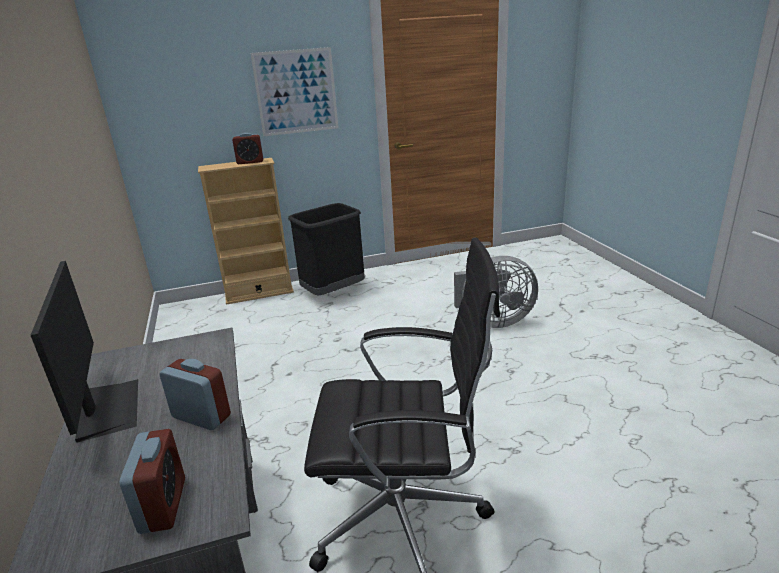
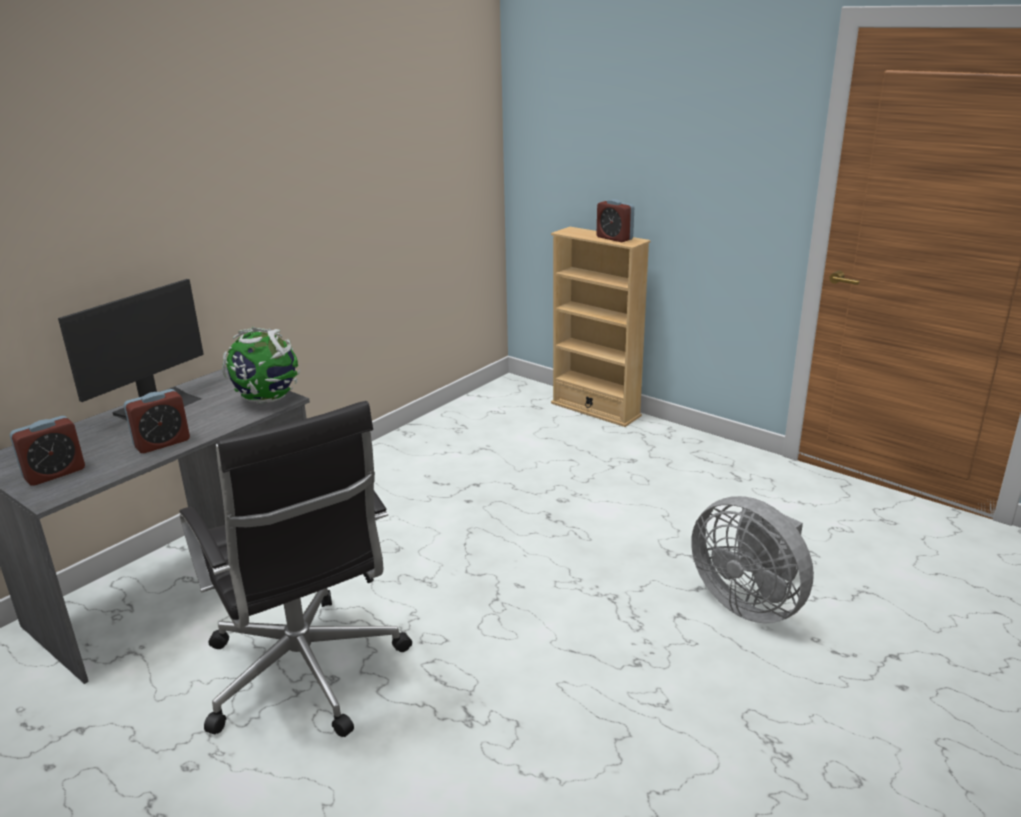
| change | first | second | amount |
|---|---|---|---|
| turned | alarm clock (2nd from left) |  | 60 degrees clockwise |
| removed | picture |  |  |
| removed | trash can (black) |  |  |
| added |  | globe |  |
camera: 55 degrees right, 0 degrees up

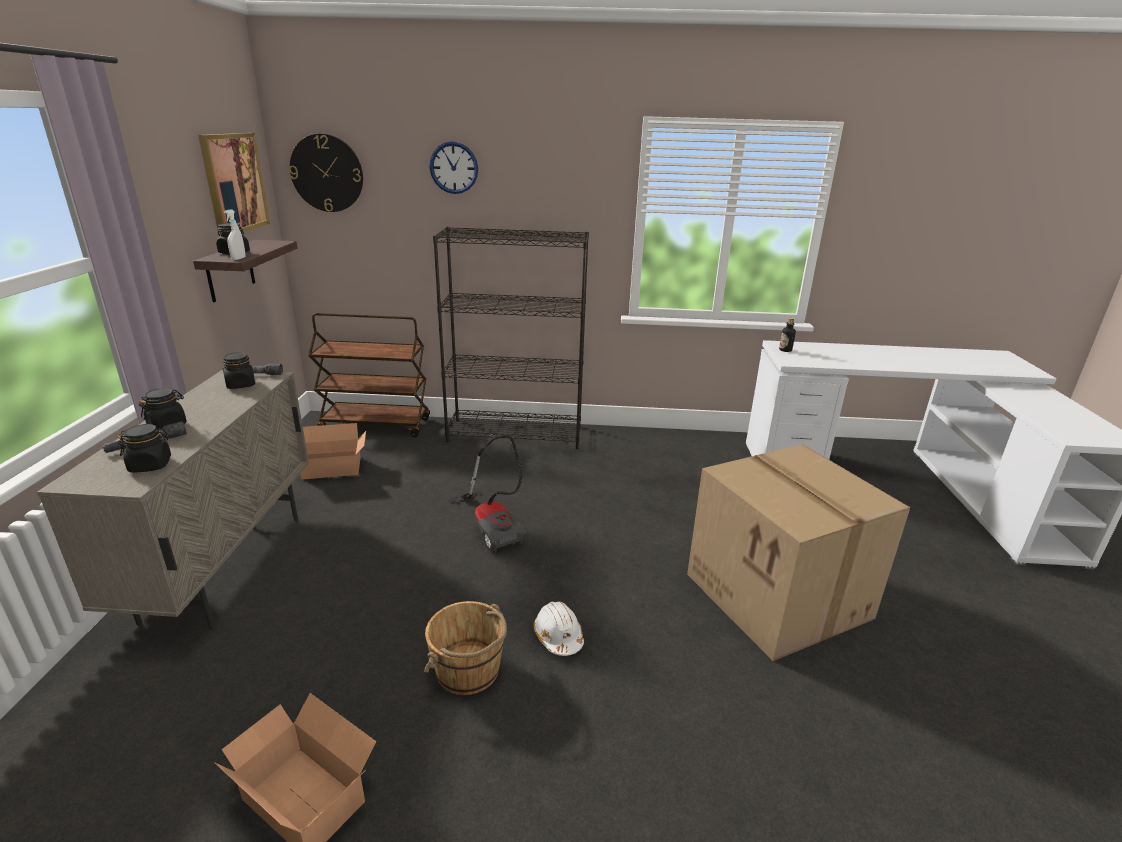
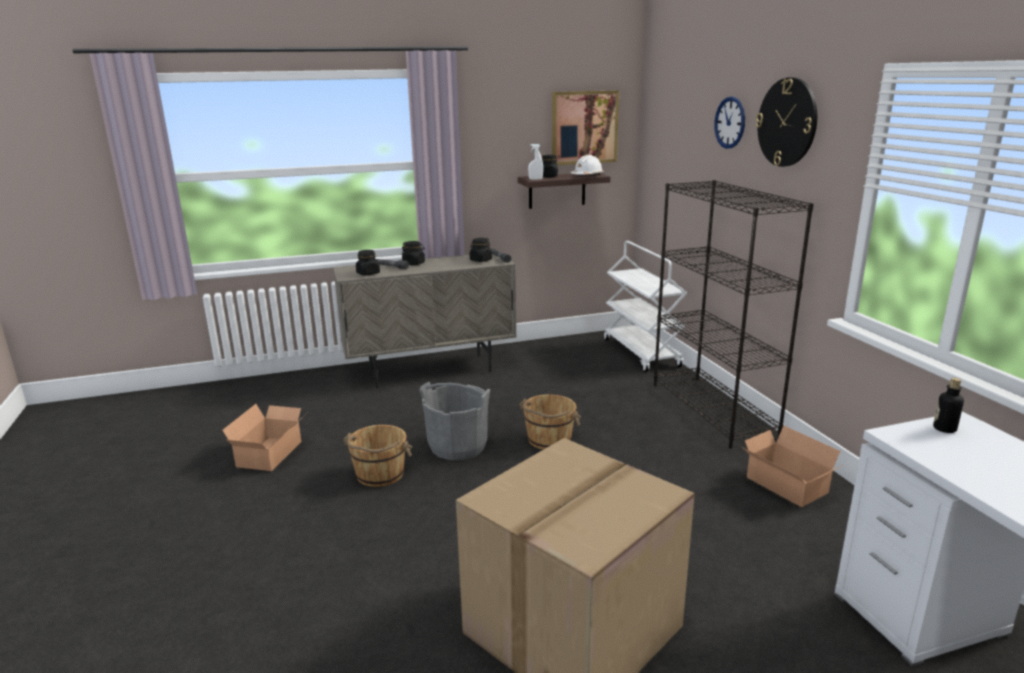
| change | first | second | amount |
|---|---|---|---|
| moved | wall clock (1st from left in the first image) | wall clock (2nd from left) |  |
| moved | cardboard box (2nd from left in the first image) | cardboard box (3rd from left) |  |
| recoloured | cart (brown) | cart (white) |  |
| replaced | vacuum cleaner | bucket (brown) (2nd from left) |  |
| moved | hard hat (white) |  |  |
| added |  | bucket (grey) |  |
camera: 70 degrees right, 5 degrees down

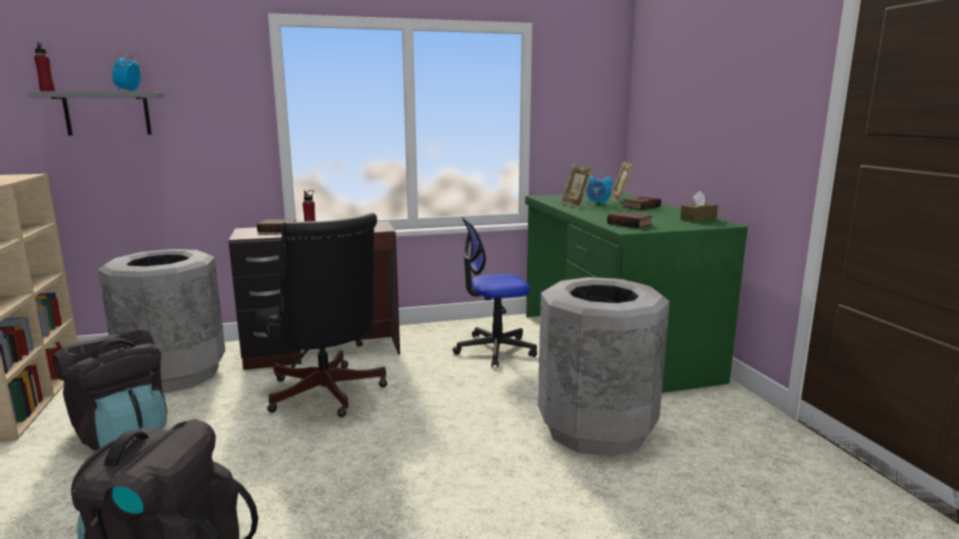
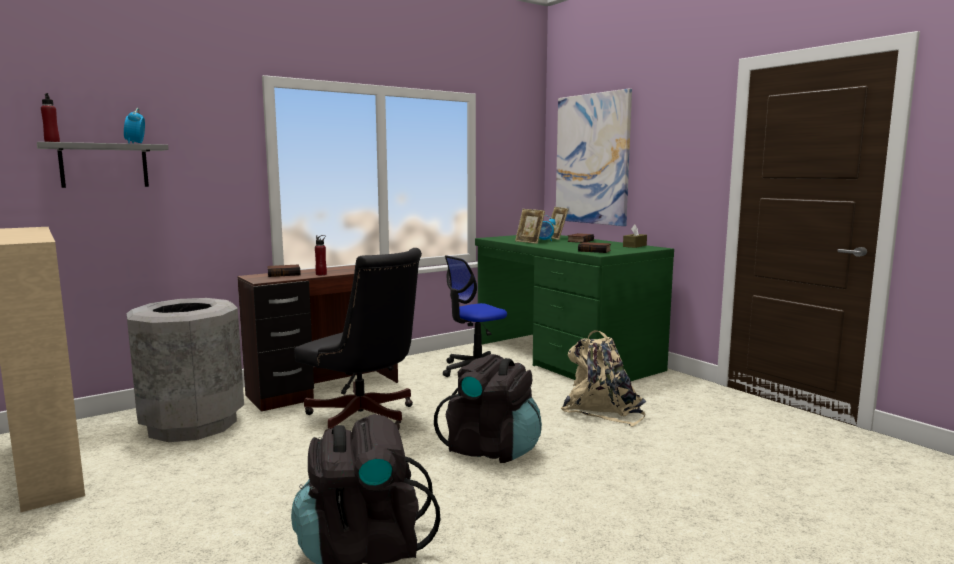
| change | first | second | amount |
|---|---|---|---|
| moved | backpack (black) (1st from left in the first image) | backpack (black) (2nd from left) |  |
| replaced | trash can (grey) (2nd from left) | backpack (beige) |  |
| added |  | picture |  |
camera: 20 degrees left, 5 degrees down

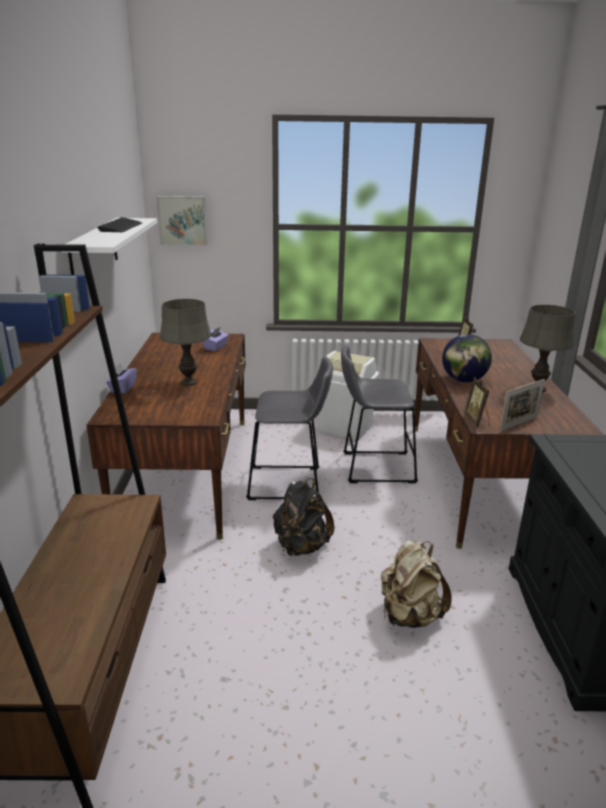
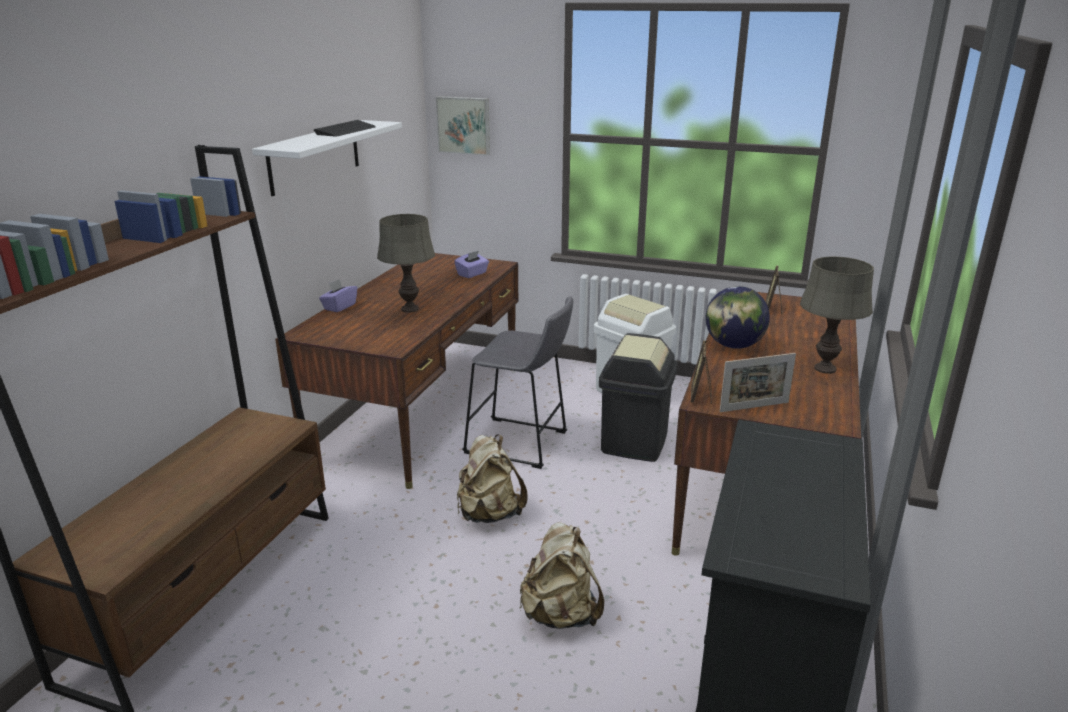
| change | first | second | amount |
|---|---|---|---|
| recoloured | backpack (black) | backpack (beige) (1st from left) |  |
| replaced | stool (grey) (2nd from left) | trash can (black) |  |
camera: 20 degrees right, 0 degrees up

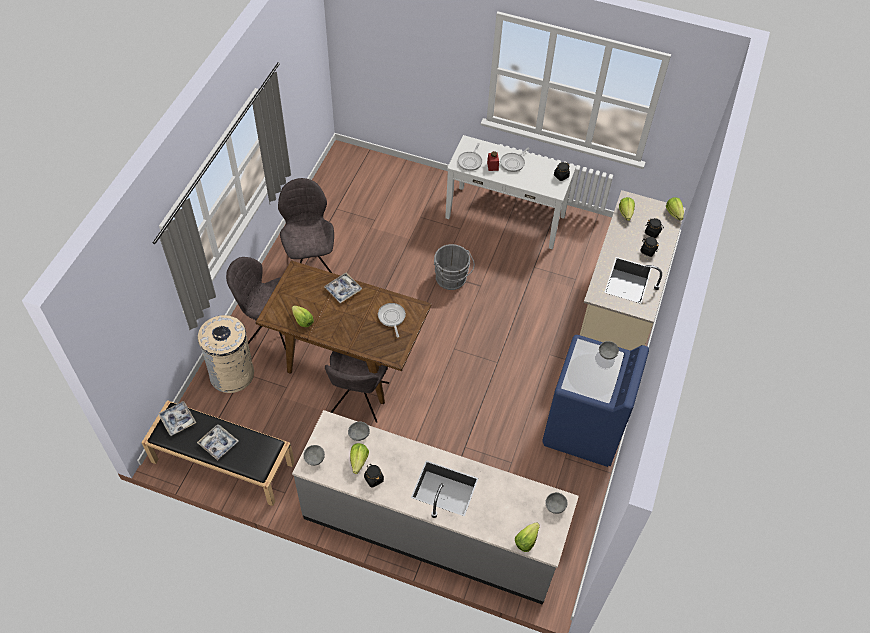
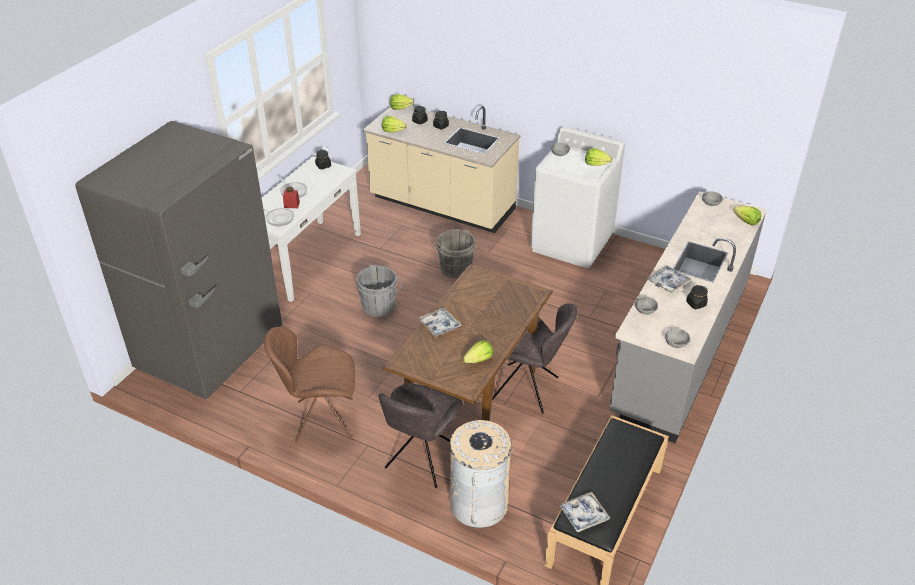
| change | first | second | amount |
|---|---|---|---|
| moved | tray (2nd from left in the first image) | tray (3rd from left) |  |
| recoloured | chair (grey) (2nd from left) | chair (brown) |  |
| moved | lettuce (2nd from left in the first image) | lettuce (4th from left) |  |
| removed | frying pan (1st from left) |  |  |
| recoloured | washing machine (blue) | washing machine (white) |  |
| added |  | fridge (grey) |  |
| added |  | bucket (grey) (2nd from left) |  |
camera: 80 degrees left, 15 degrees down

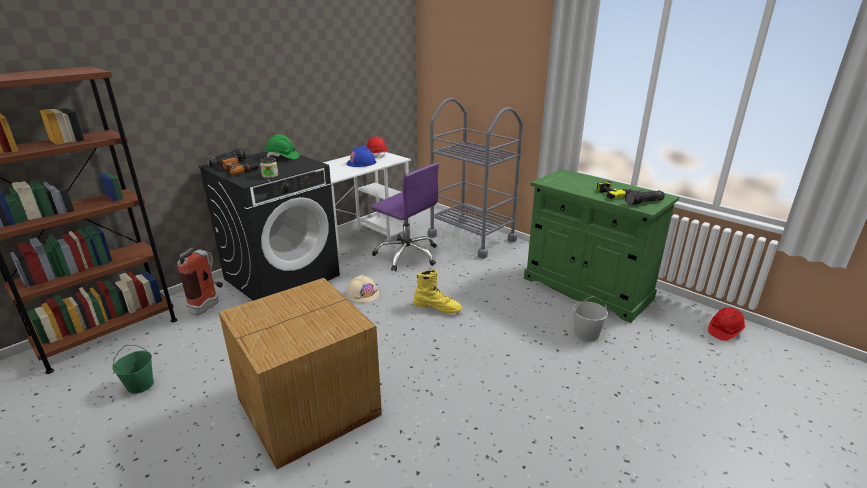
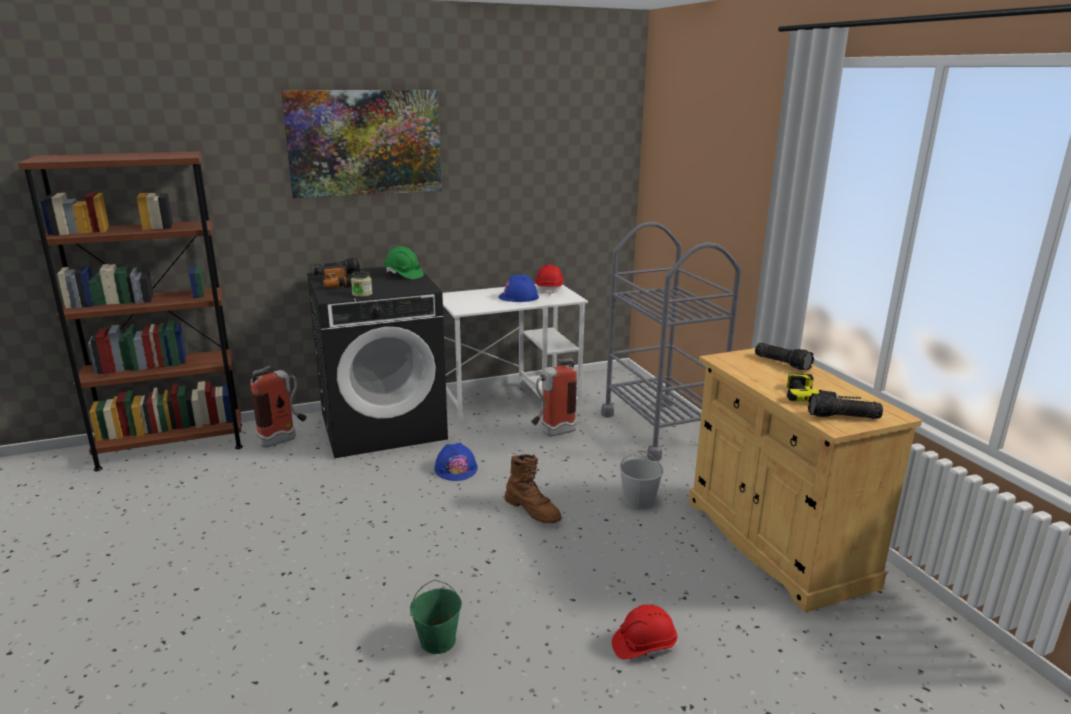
| change | first | second | amount |
|---|---|---|---|
| moved | bucket (green) |  |  |
| removed | cardboard box |  |  |
| recoloured | hard hat (beige) | hard hat (blue) (1st from left) |  |
| replaced | office chair (purple) | fire extinguisher (2nd from left) |  |
| recoloured | boot (yellow) | boot (brown) |  |
| recoloured | cabinet (green) | cabinet (beige) |  |
| moved | bucket (white) |  |  |
| moved | hard hat (red) (2nd from left) |  |  |
| added |  | picture |  |
| added |  | flashlight (2nd from left) |  |
camera: 25 degrees right, 5 degrees down

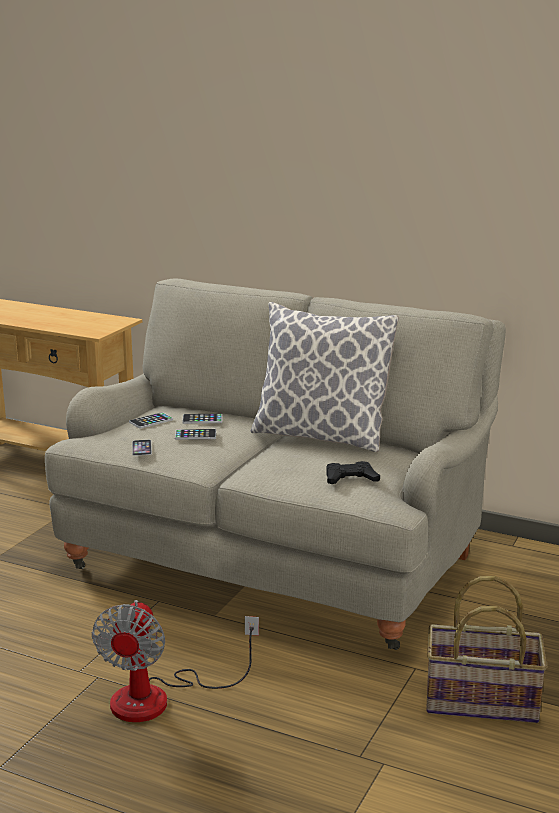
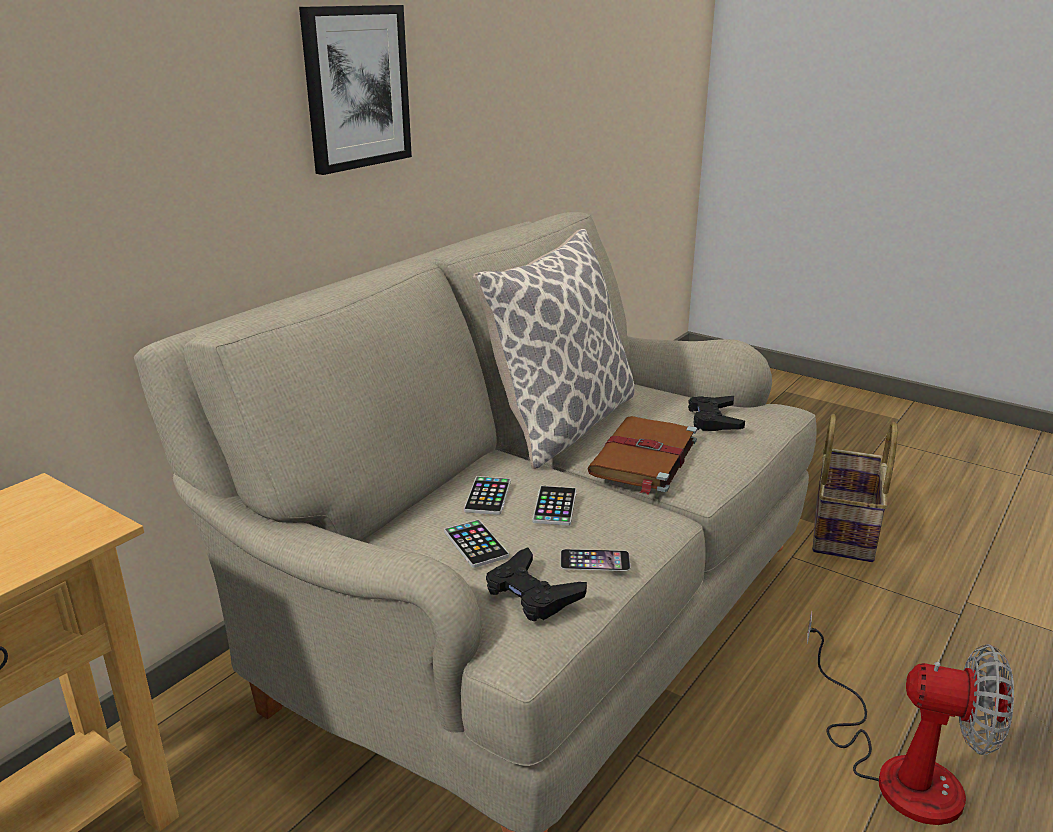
| change | first | second | amount |
|---|---|---|---|
| added |  | picture |  |
| added |  | game controller (black) (1st from left) |  |
| added |  | book (brown) |  |
camera: 80 degrees left, 5 degrees up

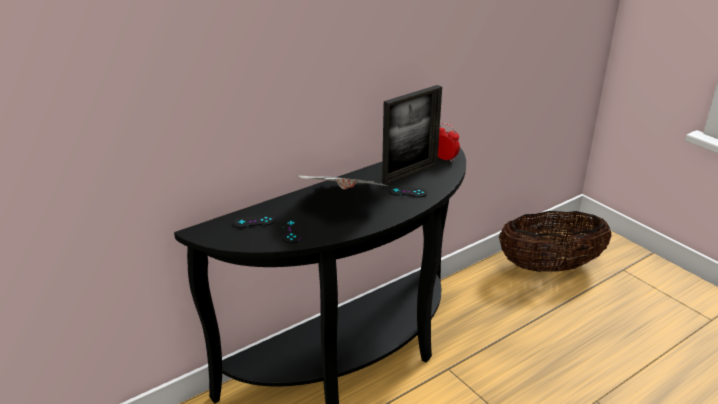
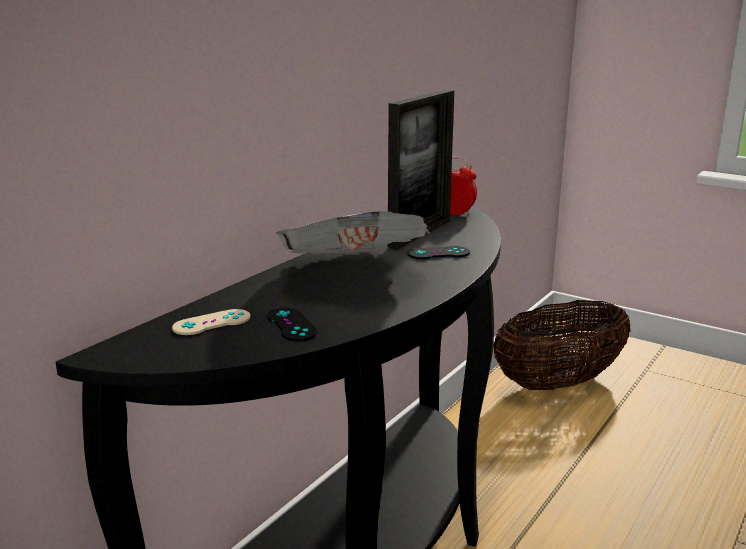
| change | first | second | amount |
|---|---|---|---|
| recoloured | game controller (black) (1st from left) | game controller (beige) |  |
camera: 20 degrees left, 10 degrees down

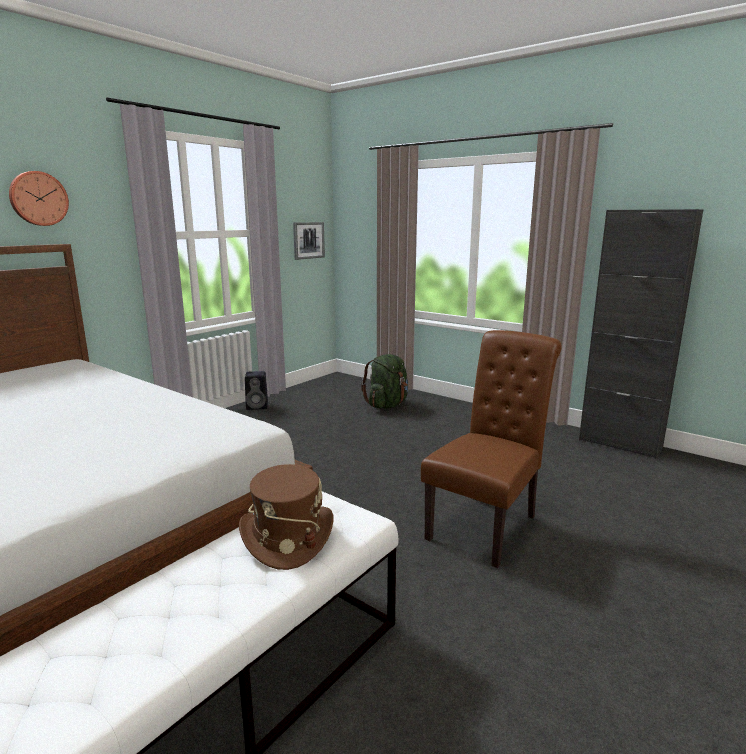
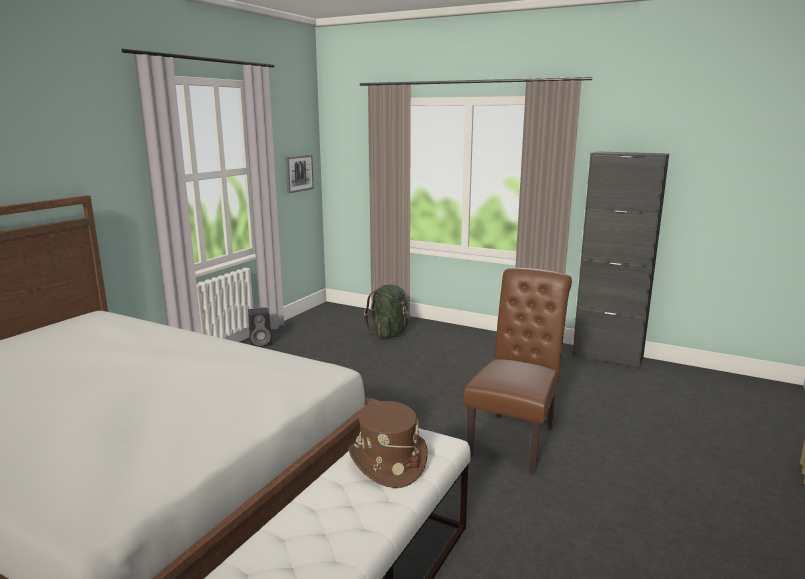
| change | first | second | amount |
|---|---|---|---|
| removed | wall clock |  |  |
camera: 10 degrees left, 0 degrees up

